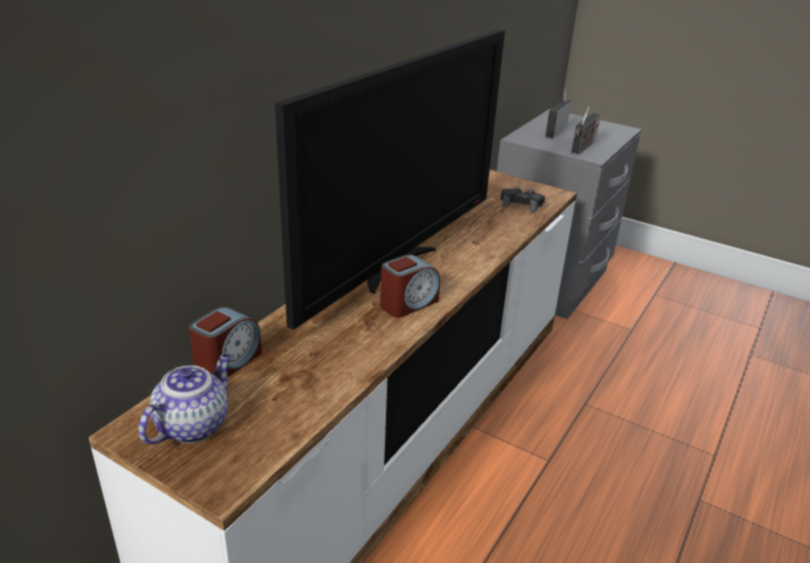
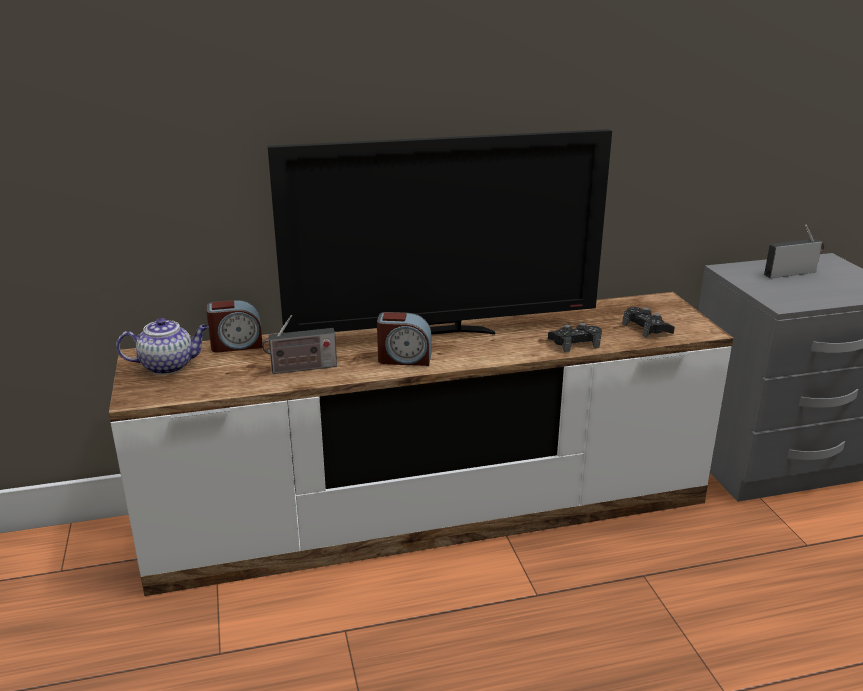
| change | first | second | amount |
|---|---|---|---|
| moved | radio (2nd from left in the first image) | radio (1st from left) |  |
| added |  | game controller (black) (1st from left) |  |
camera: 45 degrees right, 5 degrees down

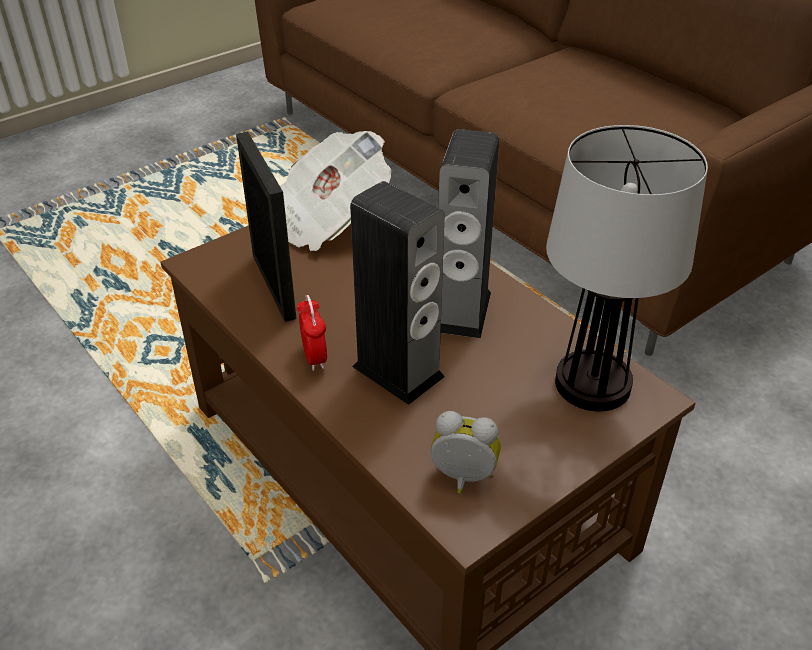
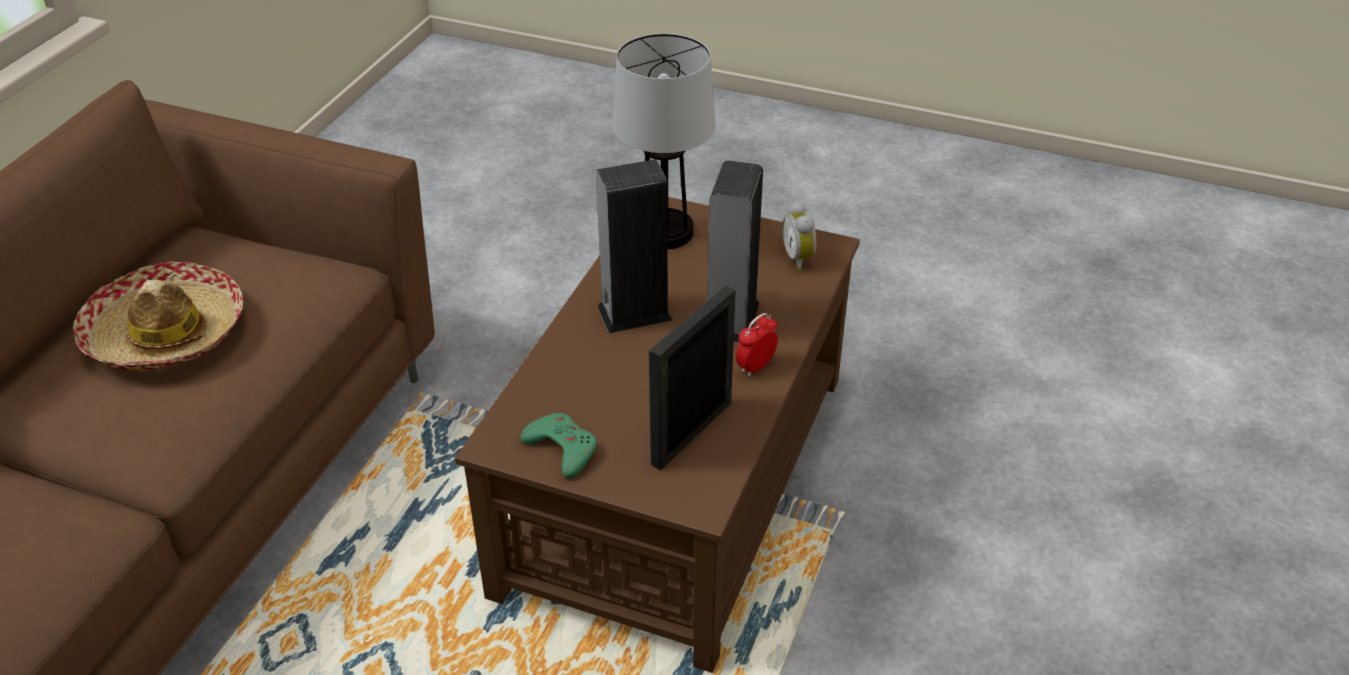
| change | first | second | amount |
|---|---|---|---|
| replaced | newspaper | game controller (green) |  |
| added |  | hat |  |
camera: 120 degrees left, 0 degrees up

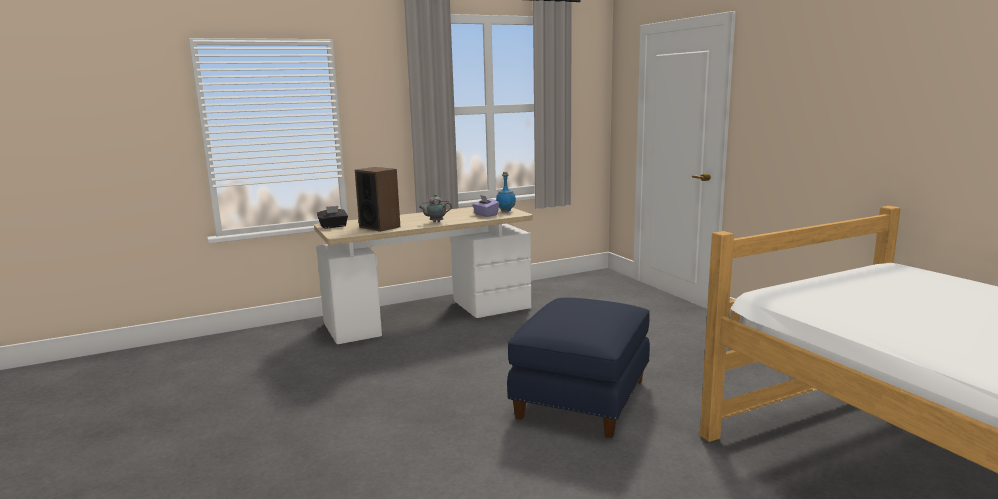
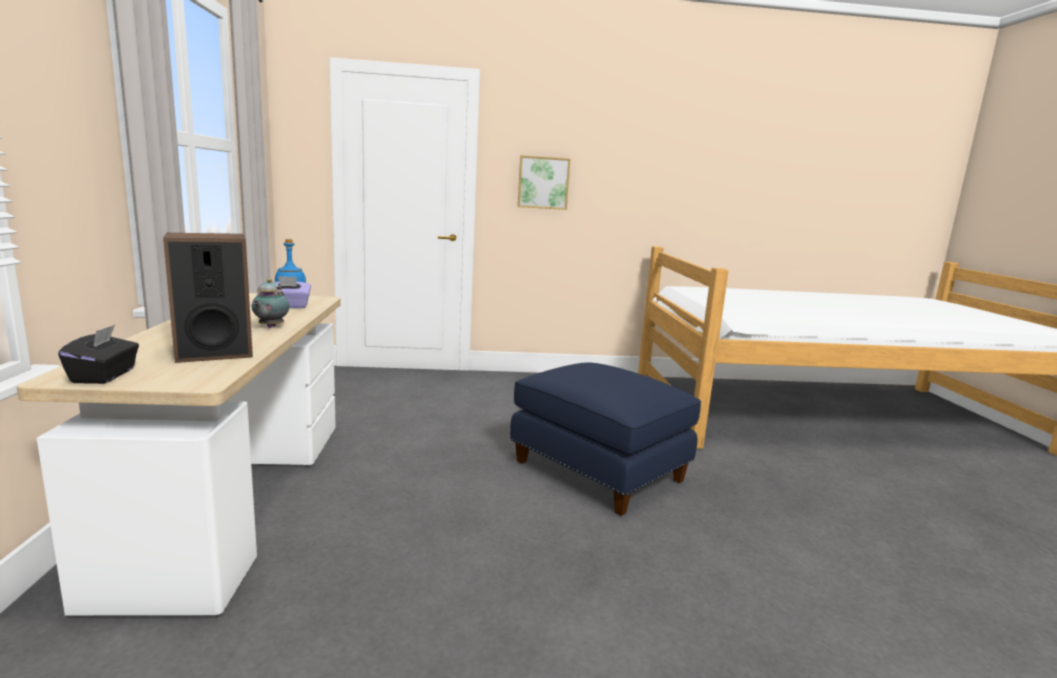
| change | first | second | amount |
|---|---|---|---|
| added |  | picture |  |
camera: 70 degrees left, 0 degrees up

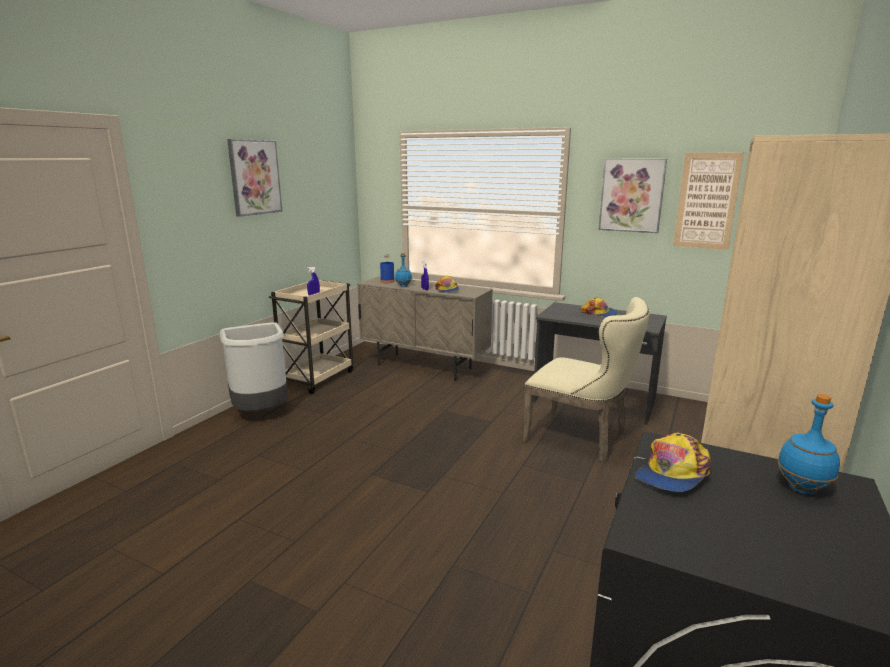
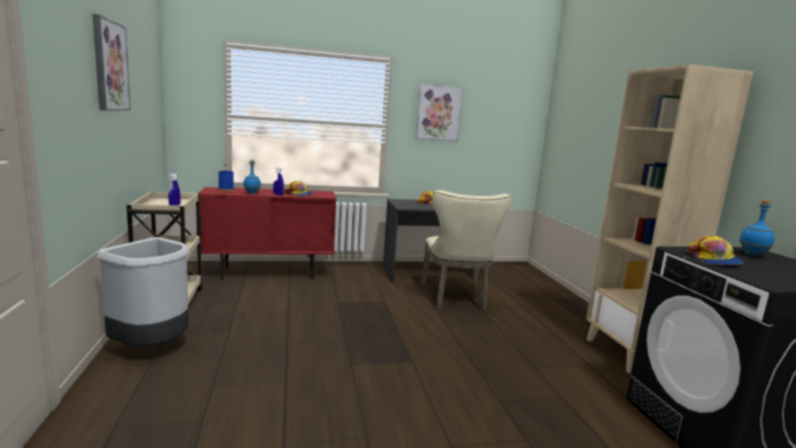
| change | first | second | amount |
|---|---|---|---|
| recoloured | cabinet (beige) | cabinet (red) |  |
| turned | chair (beige) |  | 90 degrees clockwise |
| removed | picture (3rd from left) |  |  |
camera: 40 degrees left, 5 degrees down

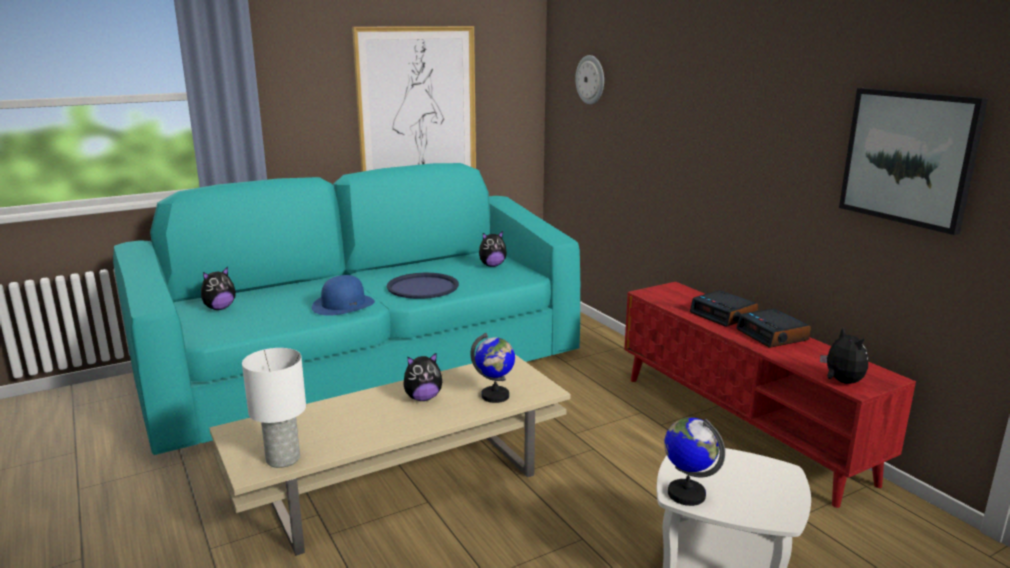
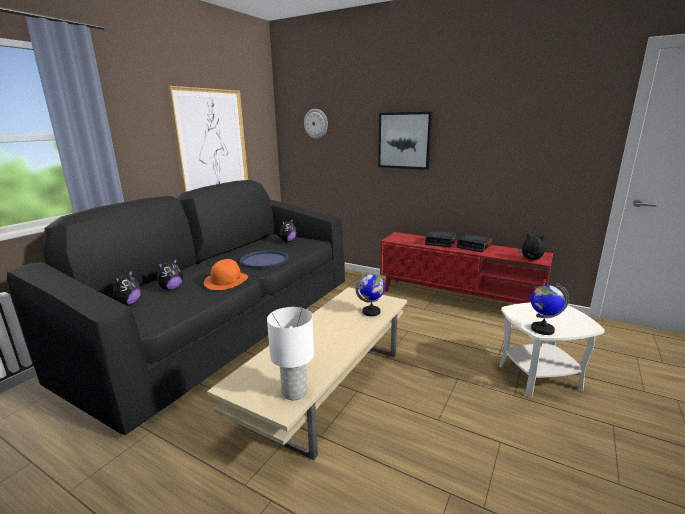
| change | first | second | amount |
|---|---|---|---|
| recoloured | sofa (turquoise) | sofa (black) |  |
| recoloured | hat (blue) | hat (orange) |  |
| moved | plush toy (2nd from left) |  |  |
| moved | picture (2nd from left) |  |  |
camera: 30 degrees left, 0 degrees up

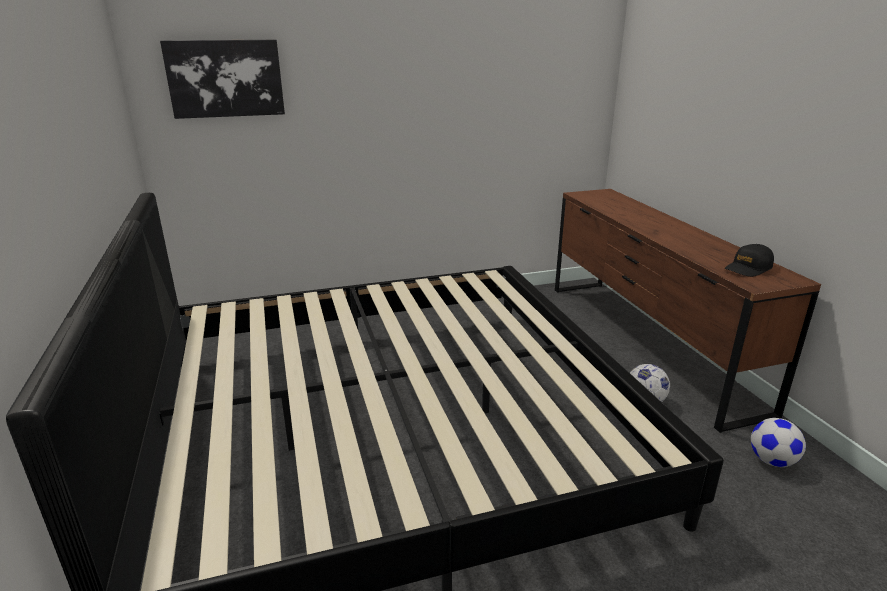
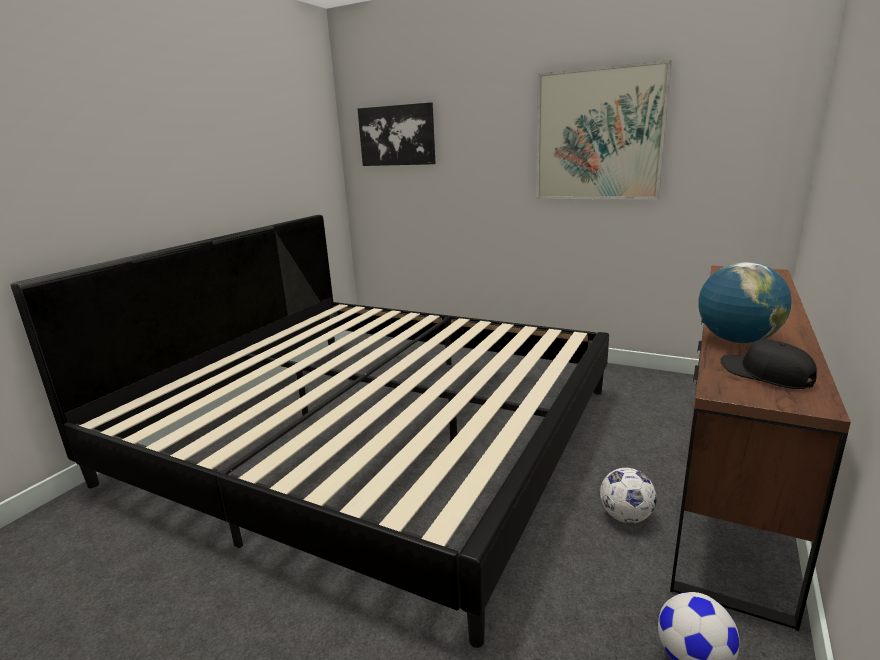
| change | first | second | amount |
|---|---|---|---|
| turned | cap (black) |  | 45 degrees clockwise |
| added |  | picture (2nd from left) |  |
| added |  | globe |  |
camera: 45 degrees right, 5 degrees down

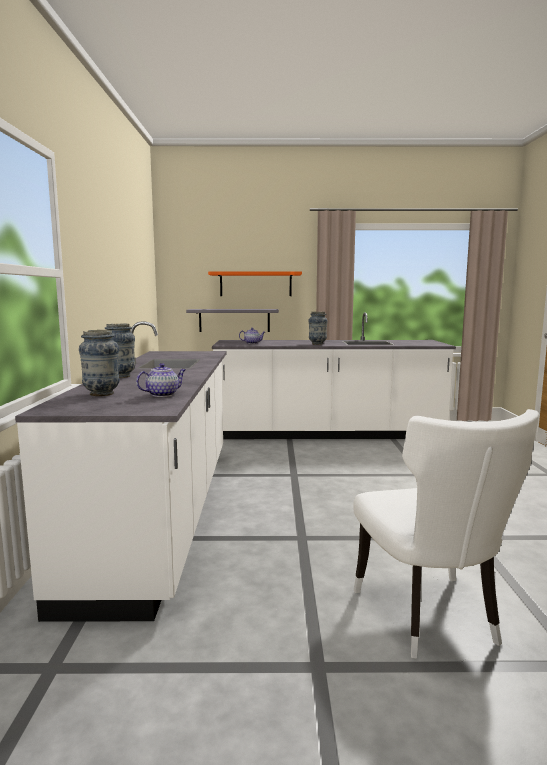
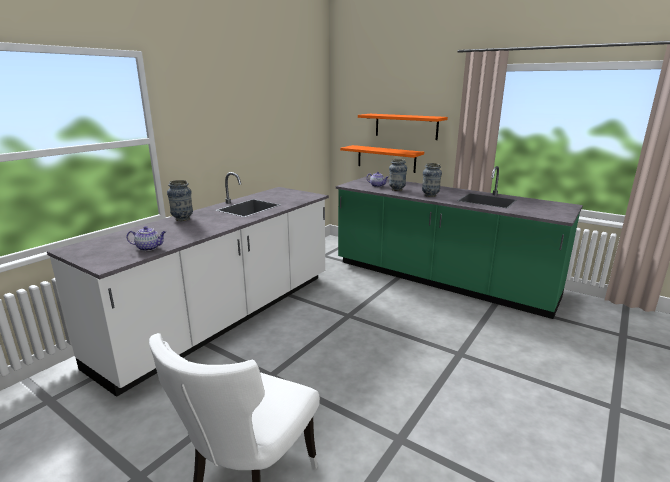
| change | first | second | amount |
|---|---|---|---|
| moved | vase (1st from left in the first image) | vase (2nd from left) |  |
| recoloured | shelf (grey) | shelf (orange) (1st from left) |  |
| recoloured | counter (white) (2nd from left) | counter (green) |  |
camera: 35 degrees right, 10 degrees up

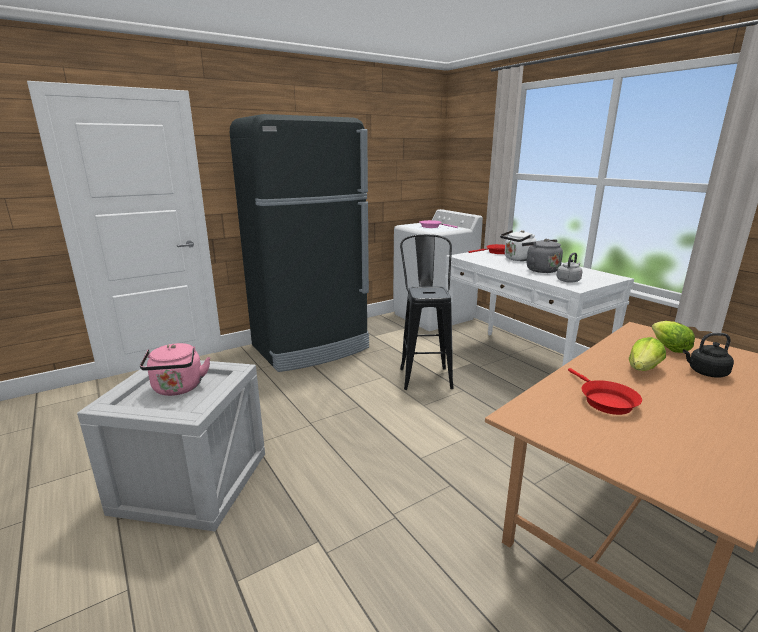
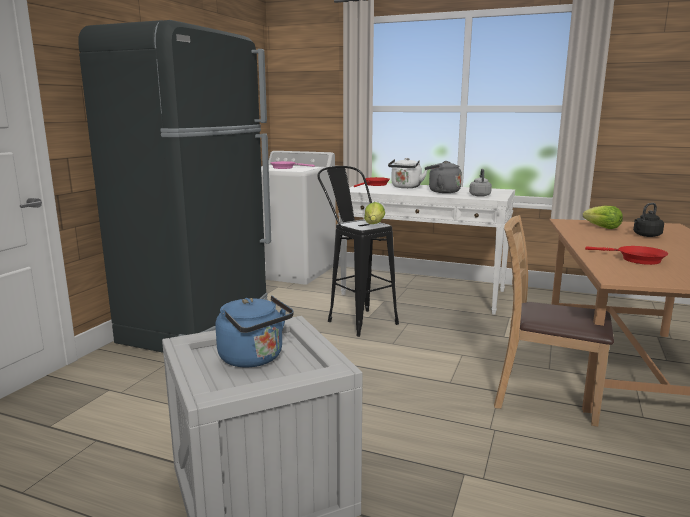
| change | first | second | amount |
|---|---|---|---|
| recoloured | kettle (pink) | kettle (blue) |  |
| moved | lettuce (1st from left) |  |  |
| added |  | chair (brown) |  |
camera: 35 degrees left, 5 degrees down

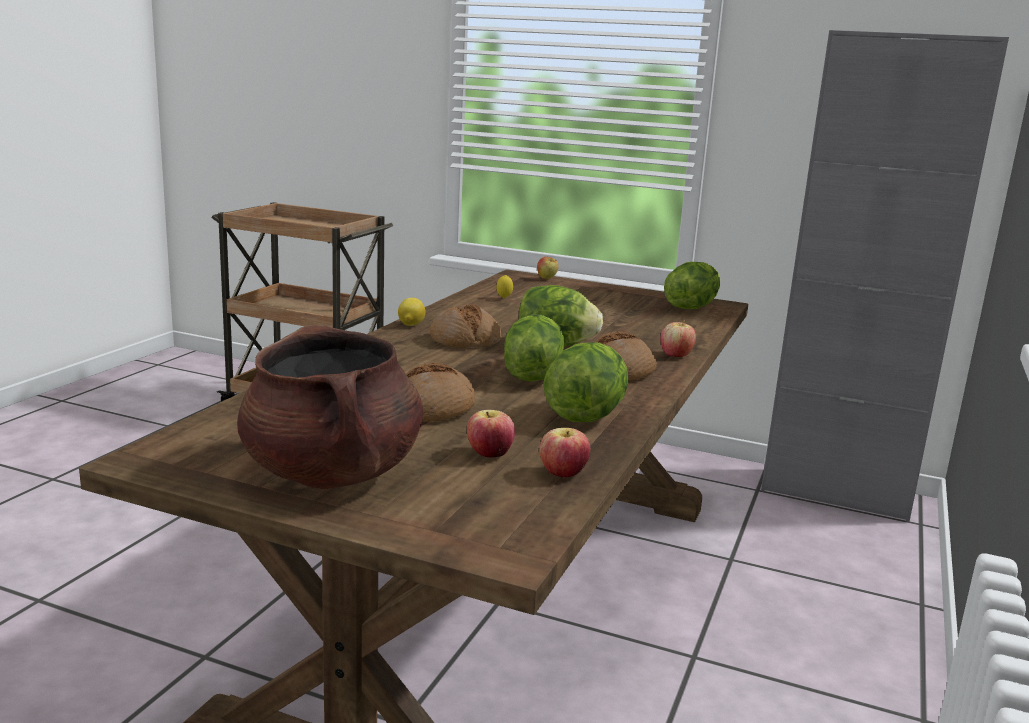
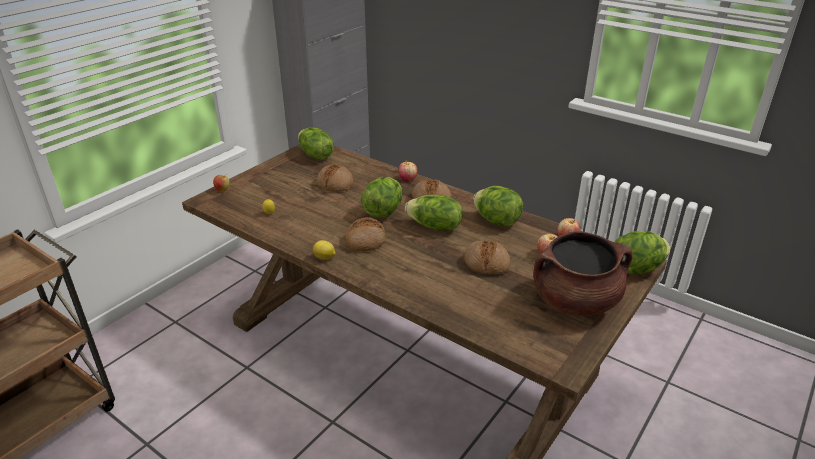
| change | first | second | amount |
|---|---|---|---|
| added |  | bread (1st from left) |  |
| added |  | lettuce (5th from left) |  |
camera: 75 degrees left, 15 degrees up

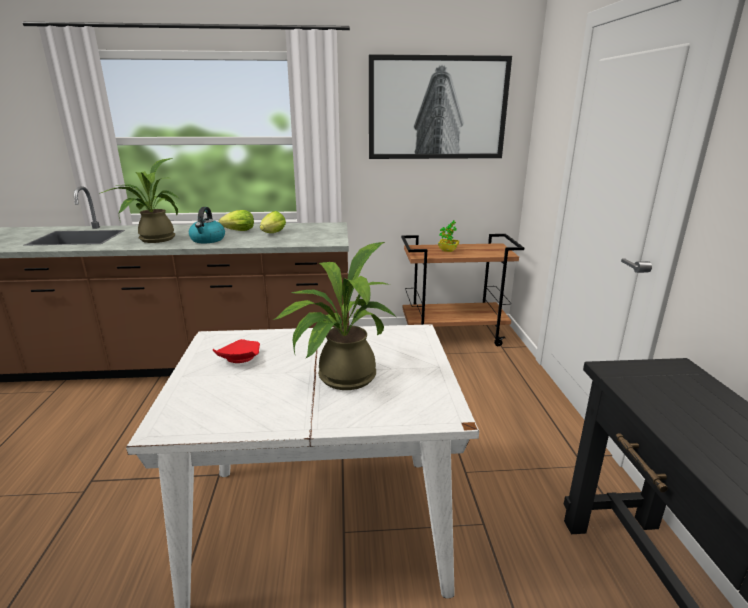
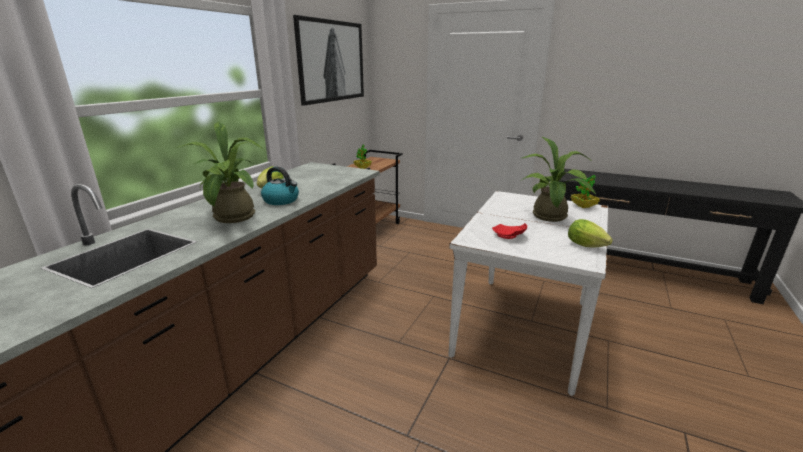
| change | first | second | amount |
|---|---|---|---|
| moved | lettuce (2nd from left) |  |  |
| added |  | potted plant (4th from left) |  |
camera: 60 degrees left, 0 degrees up

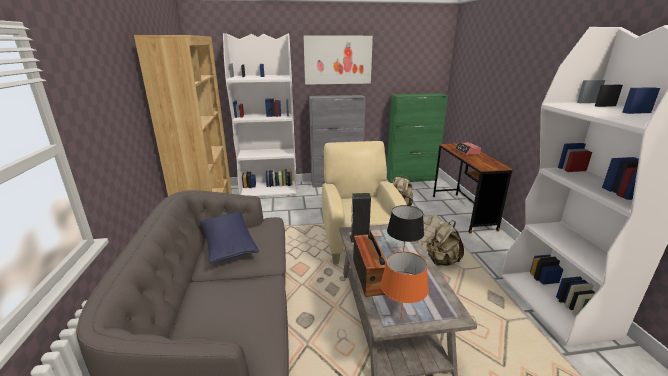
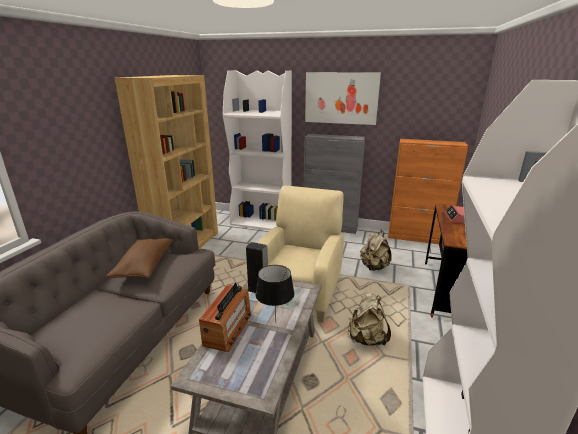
| change | first | second | amount |
|---|---|---|---|
| recoloured | pillow (blue) | pillow (brown) |  |
| removed | table lamp (orange) |  |  |
| recoloured | cabinet (green) | cabinet (orange) |  |
camera: 25 degrees right, 0 degrees up

